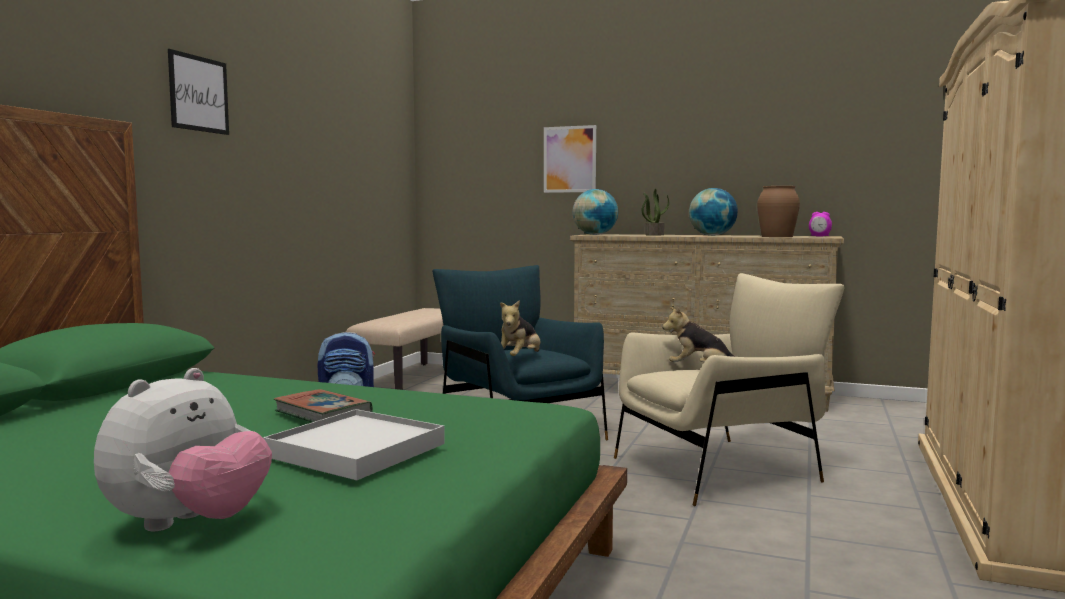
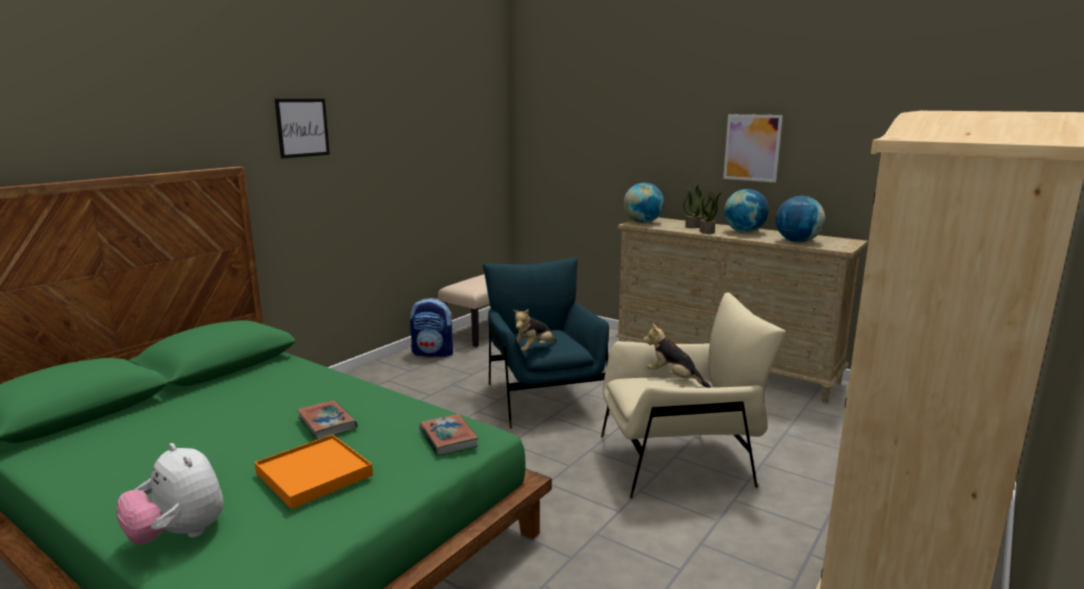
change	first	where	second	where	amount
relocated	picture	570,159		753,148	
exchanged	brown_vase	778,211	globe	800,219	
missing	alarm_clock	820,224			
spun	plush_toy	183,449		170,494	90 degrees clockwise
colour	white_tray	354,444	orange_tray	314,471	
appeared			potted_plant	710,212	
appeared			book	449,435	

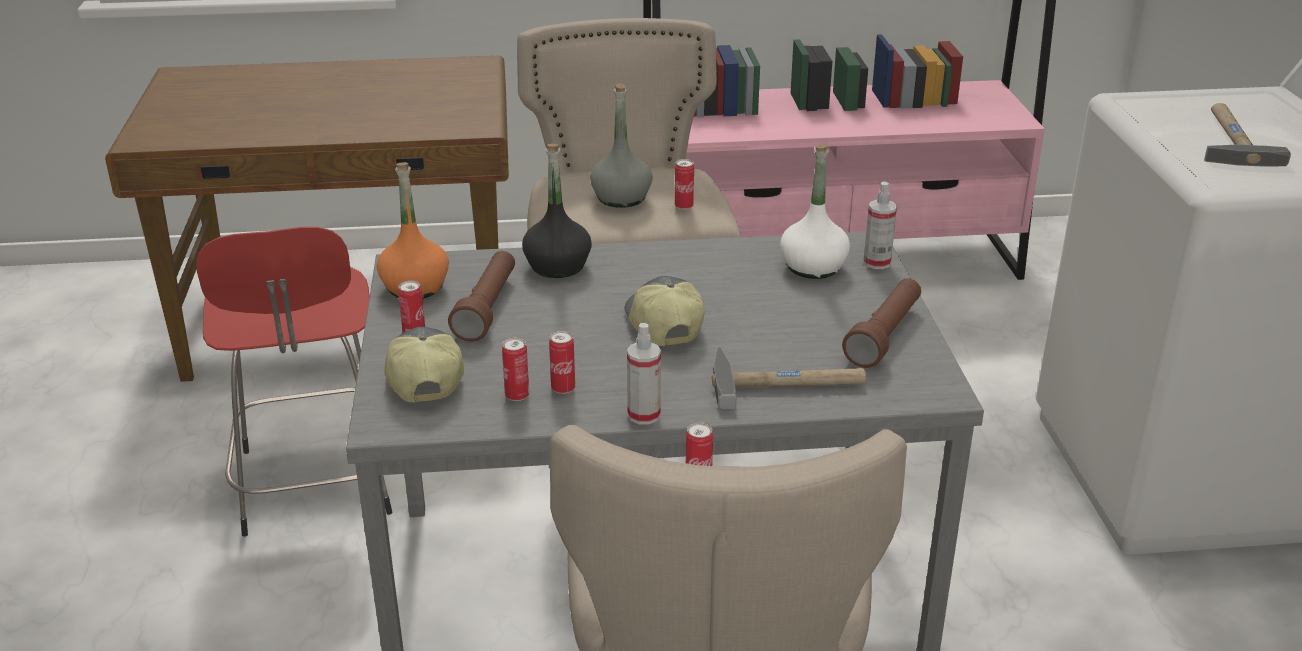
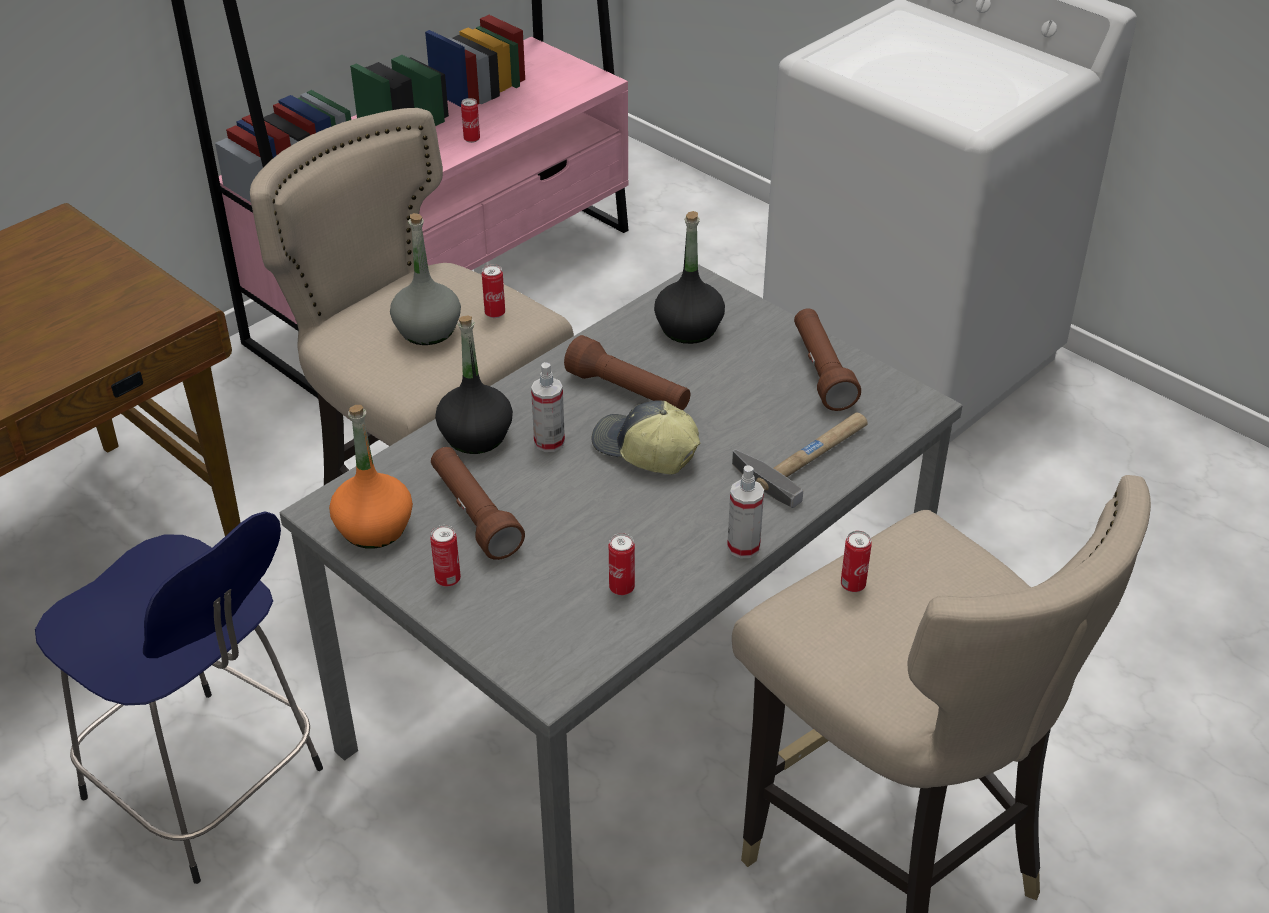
change	first	where	second	where	amount
missing	hammer	1247,135			
colour	white_bottle	815,211	black_bottle	689,277	
relocated	spray_bottle	880,225		548,407	
colour	red_stool	294,382	blue_stool	179,698	
missing	cap	424,365			
relocated	can	562,362		470,120	
appeared			brown_flashlight	627,372	

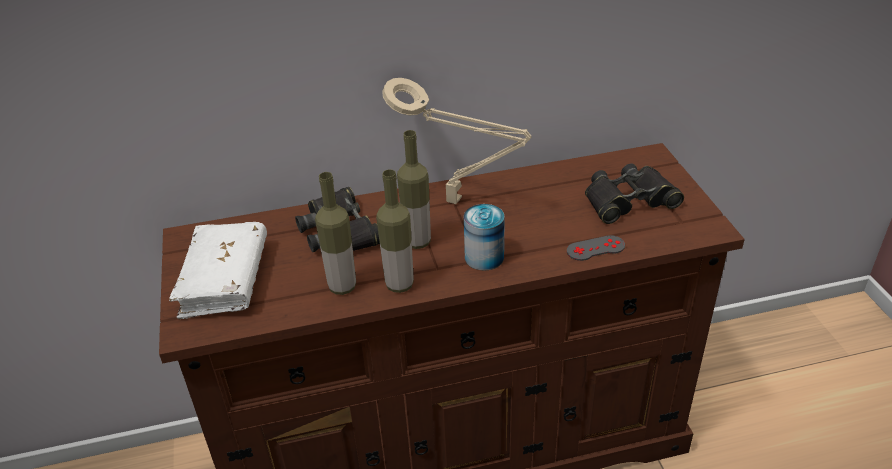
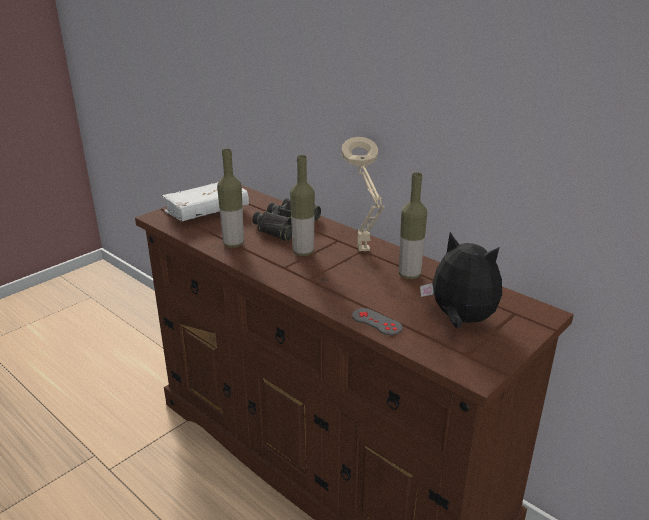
change	first	where	second	where	amount
exchanged	black_binoculars	634,194	plush_toy	461,280	
relocated	bottle	395,231		413,225	
missing	can	484,237			

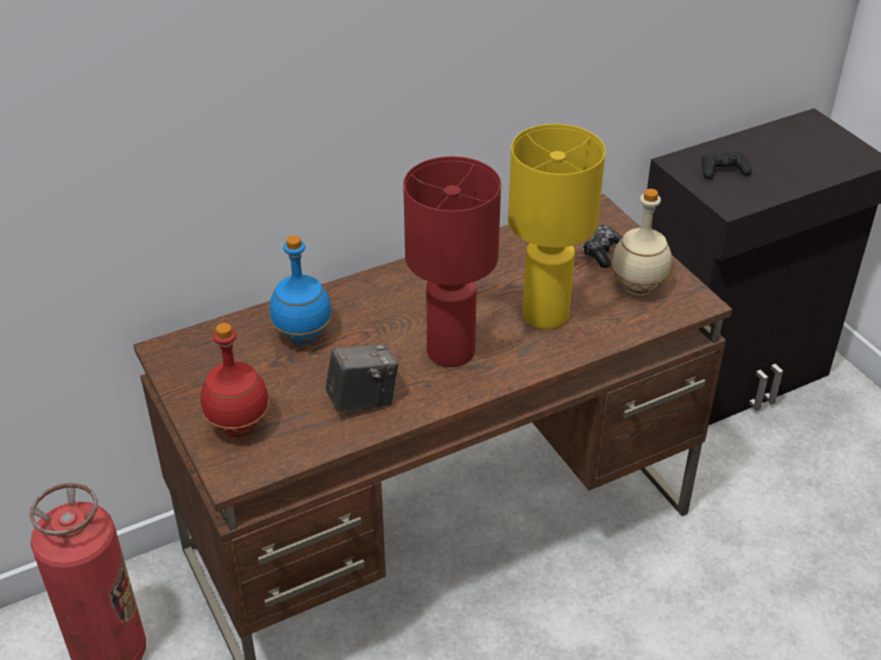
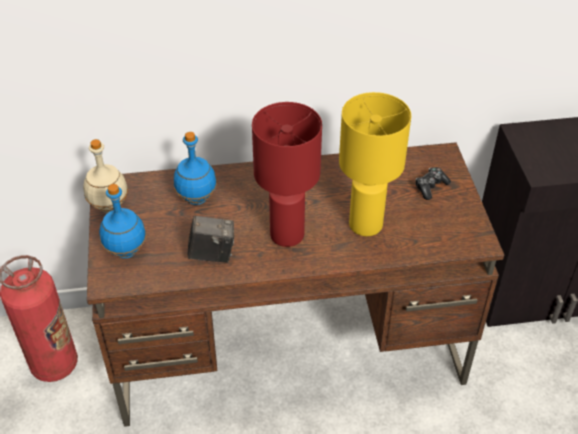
change	first	where	second	where	amount
missing	black_game_controller	727,165			
relocated	beige_bottle	641,242		105,176	
colour	red_bottle	235,380	blue_bottle	122,221	

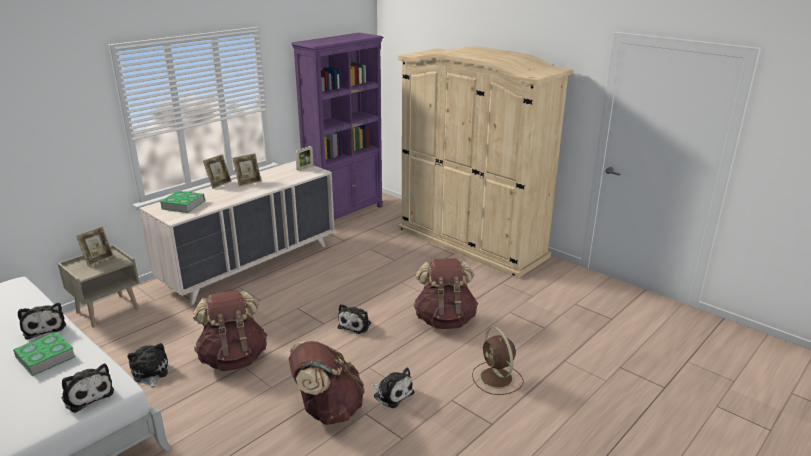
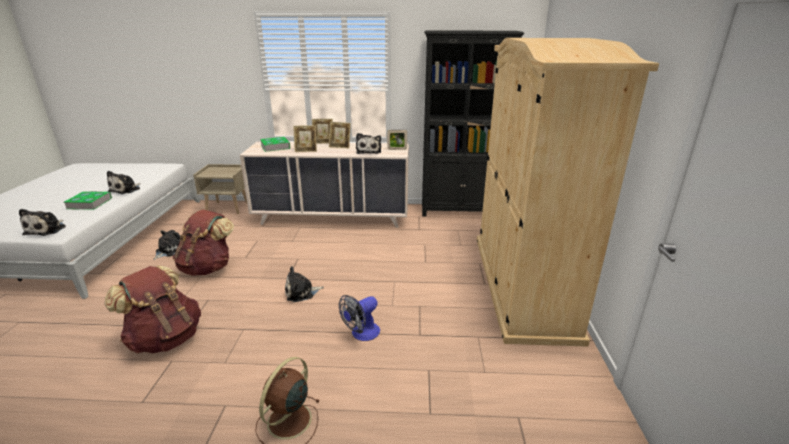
change	first	where	second	where	amount
colour	purple_bookcase	337,126	black_bookcase	473,124	
relocated	picture_frame	95,246		305,139	
exchanged	brown_backpack	446,293	fan	359,318	
relocated	plush_toy	392,388		368,143	

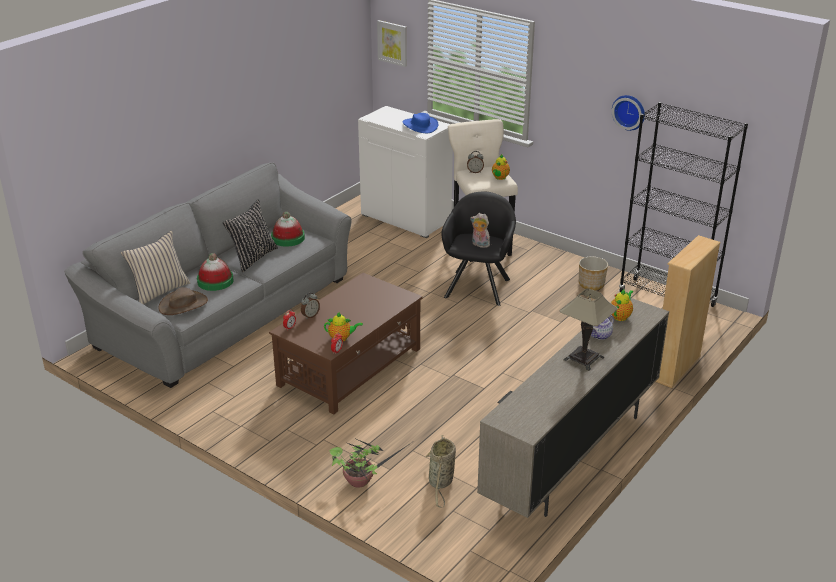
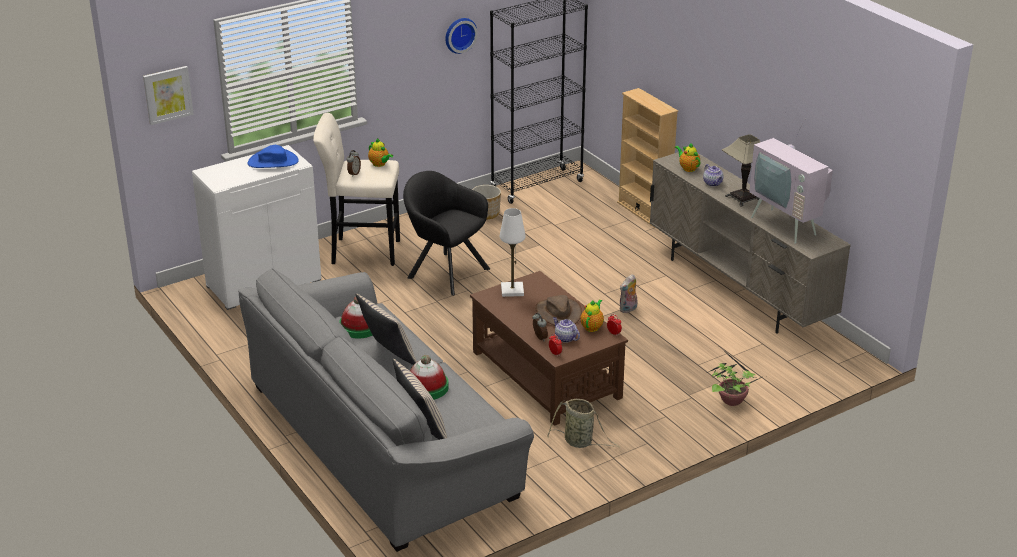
change	first	where	second	where	amount
colour	black_pillow	250,235	beige_pillow	386,329	
relocated	plush_toy	480,230		628,293	
relocated	brown_hat	183,301		558,310	
relocated	basket	440,471		583,423	
appeared			television	791,175	
appeared			white_table_lamp	513,252	
appeared			teapot	566,330	

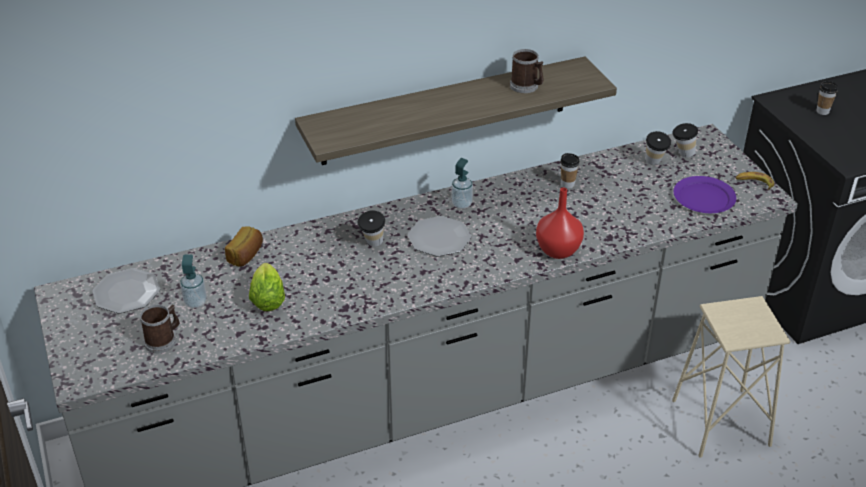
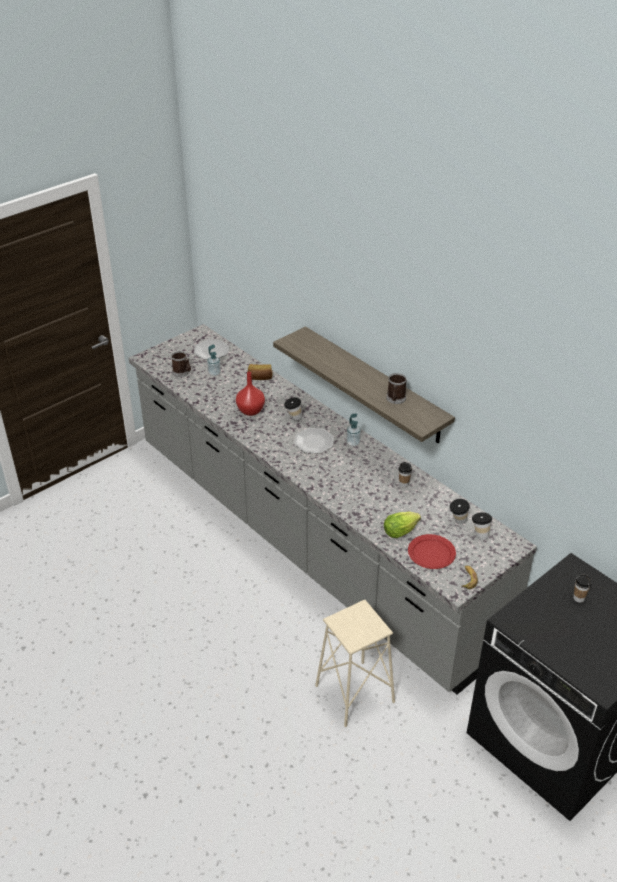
change	first	where	second	where	amount
colour	purple_plate	704,194	red_plate	432,551	
relocated	red_vase	560,223		250,394	
relocated	lettuce	267,287		402,525	

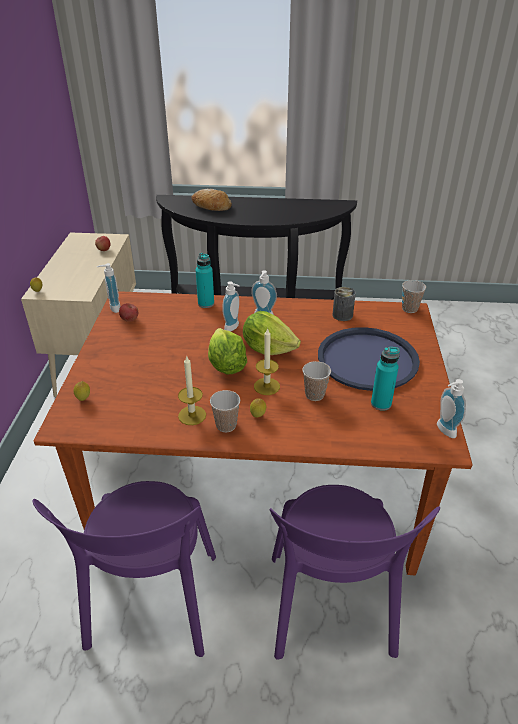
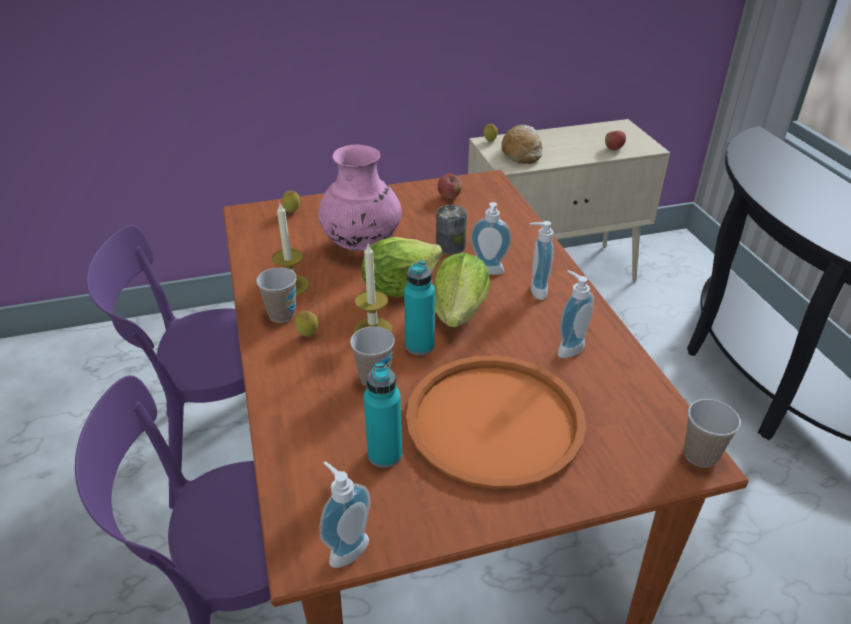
change	first	where	second	where	amount
relocated	bread	211,200		522,144	
relocated	turquoise_bottle	205,280		419,307	
relocated	soap_dispenser	109,288		576,314	
relocated	can	344,304		451,230	
colour	blue_tray	369,359	orange_tray	496,422	
appeared			pink_vase	360,197	

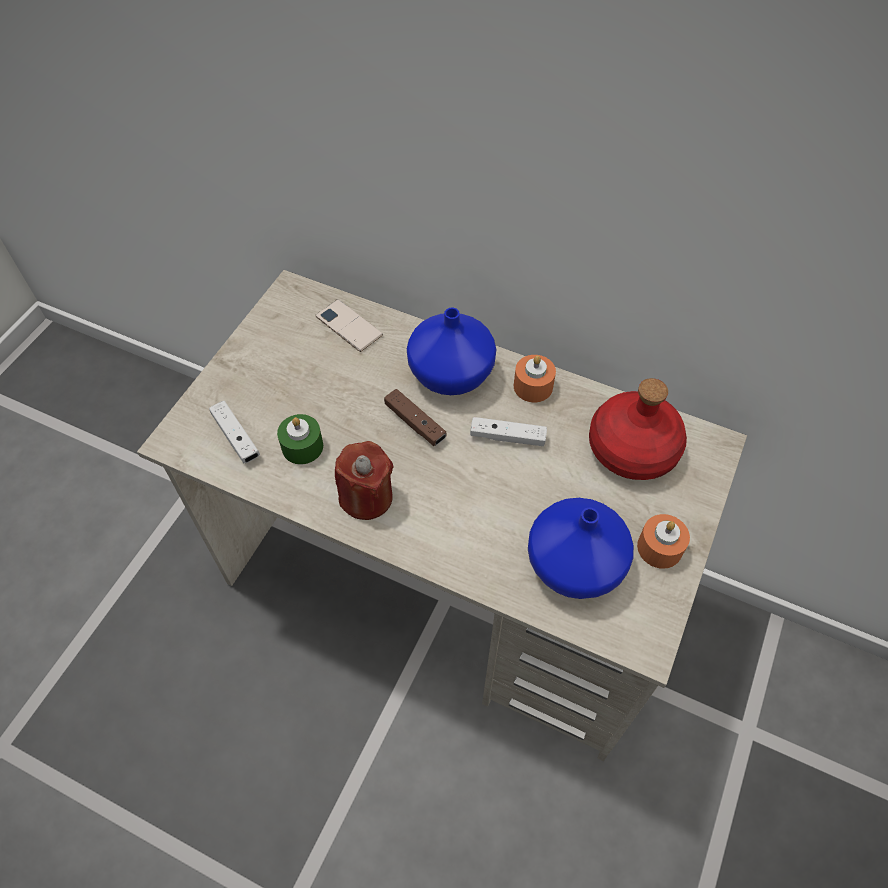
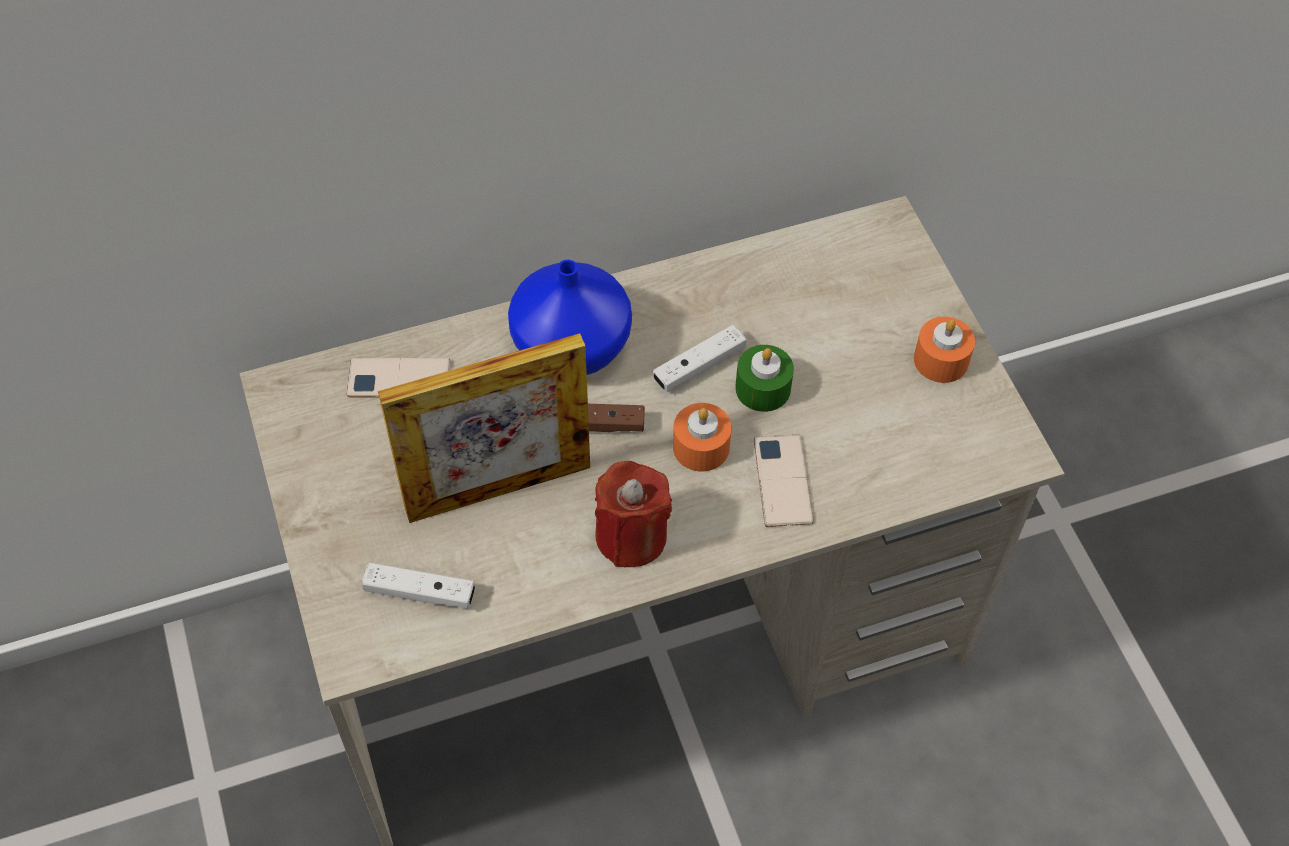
change	first	where	second	where	amount
relocated	orange_candle	535,378		702,437	
missing	red_bottle	638,429			
relocated	green_candle	300,439		764,378	
missing	blue_vase	581,548			
appeared			picture_frame	484,428	
appeared			phone	783,480	

